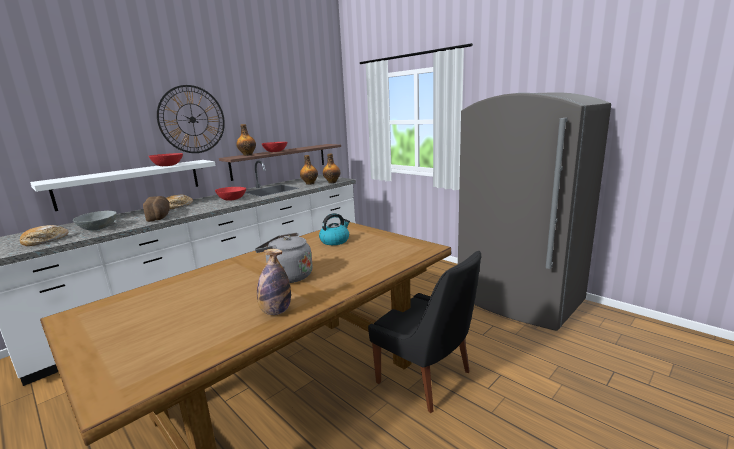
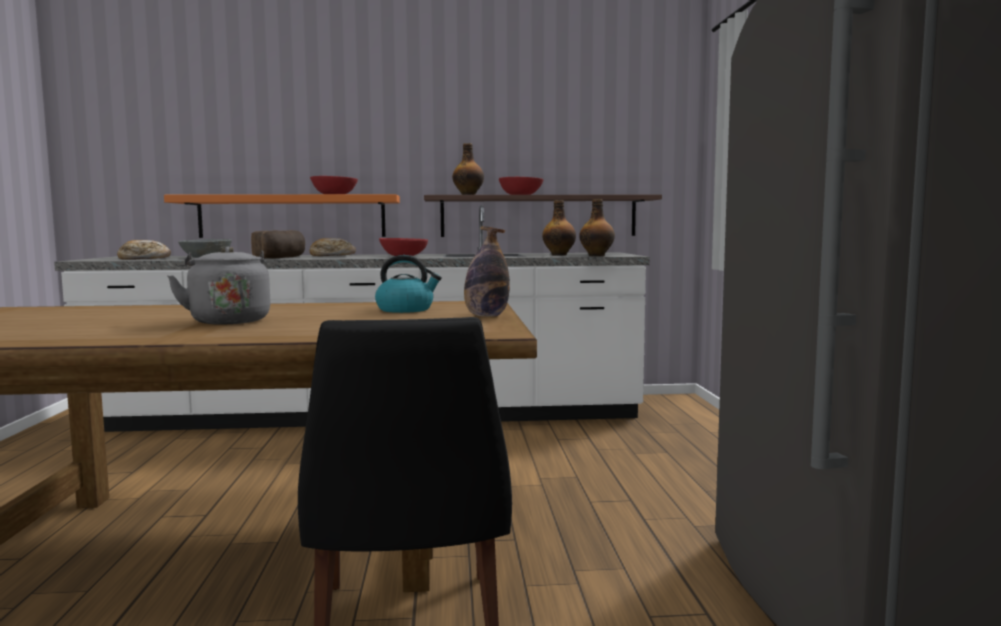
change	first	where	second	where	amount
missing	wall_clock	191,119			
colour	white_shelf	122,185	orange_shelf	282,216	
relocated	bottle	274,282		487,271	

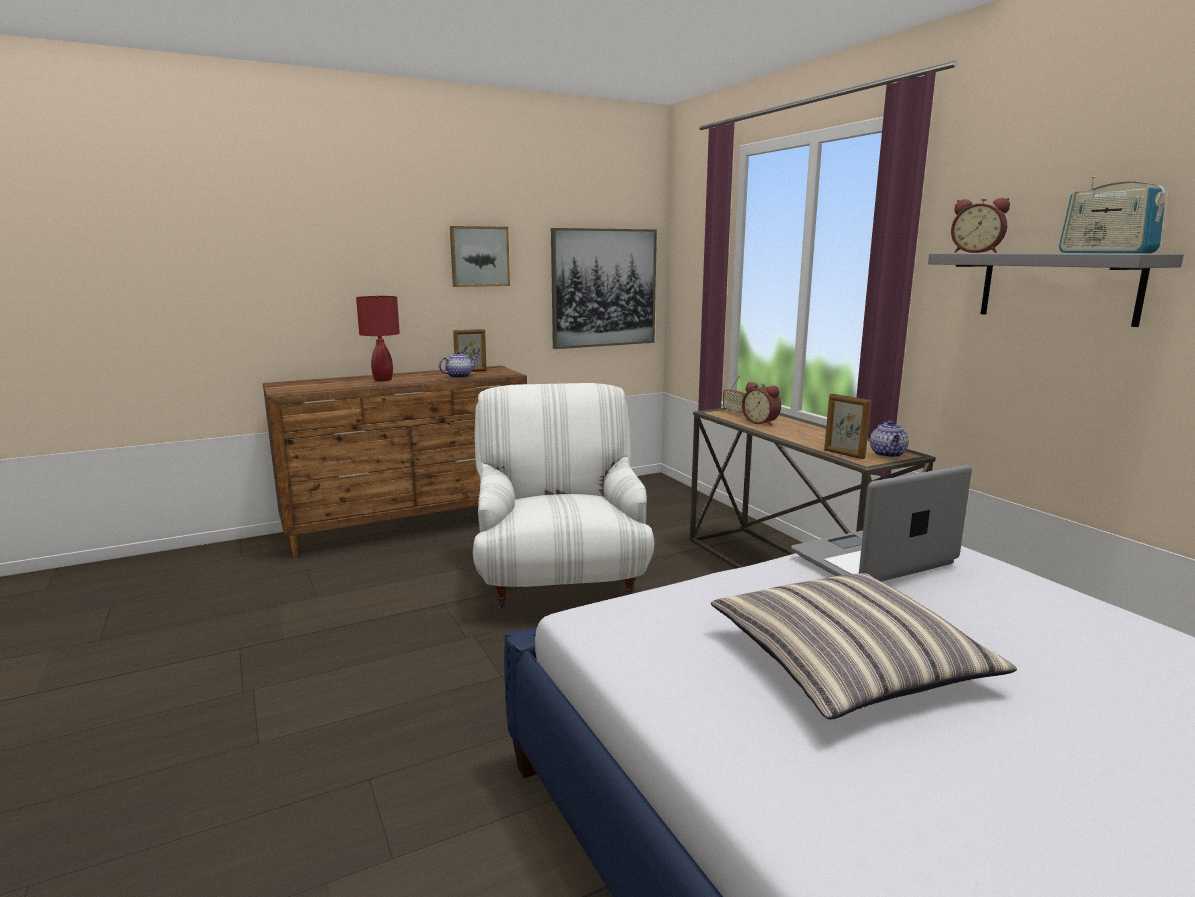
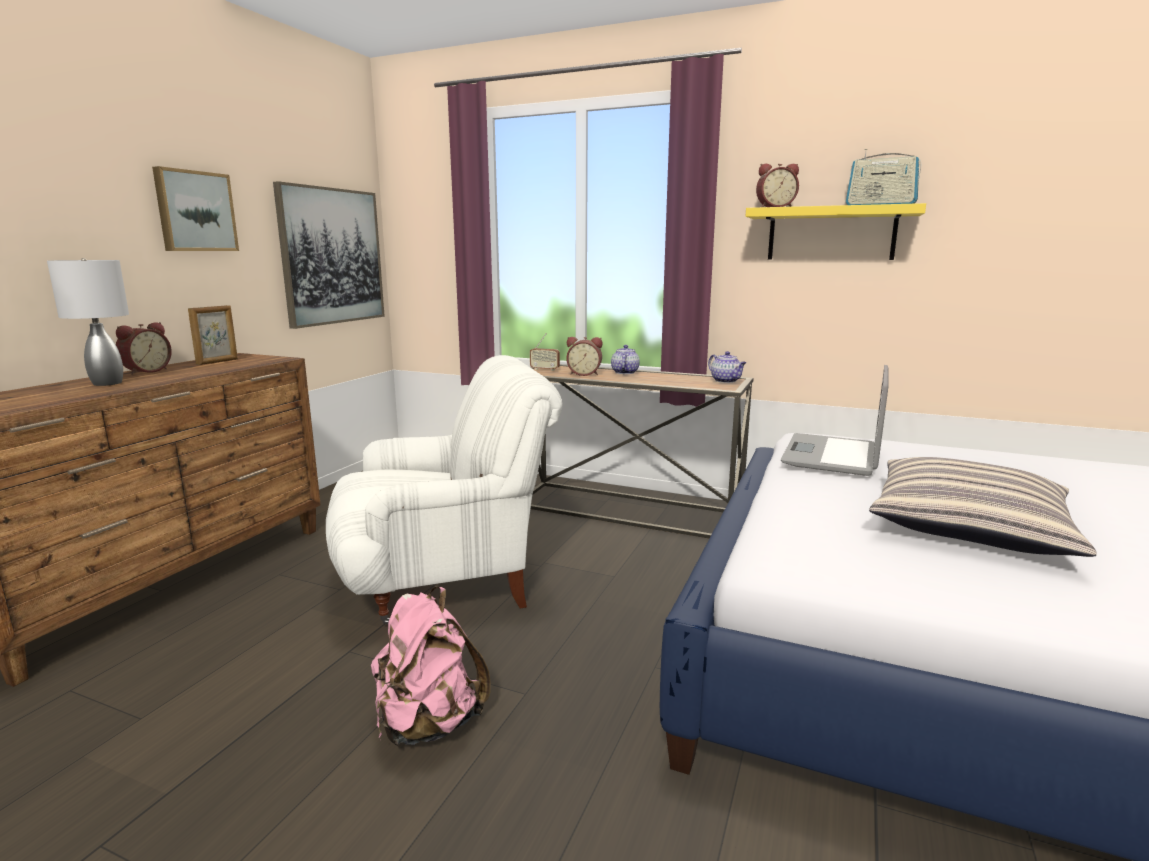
change	first	where	second	where	amount
colour	grey_shelf	1056,290	yellow_shelf	836,231	
colour	red_table_lamp	378,338	grey_table_lamp	88,322	
relocated	teapot	458,364		625,359	
spun	white_armchair	564,495		444,489	120 degrees clockwise
missing	picture_frame	847,426			
appeared			alarm_clock	144,348	
appeared			pink_backpack	431,667	

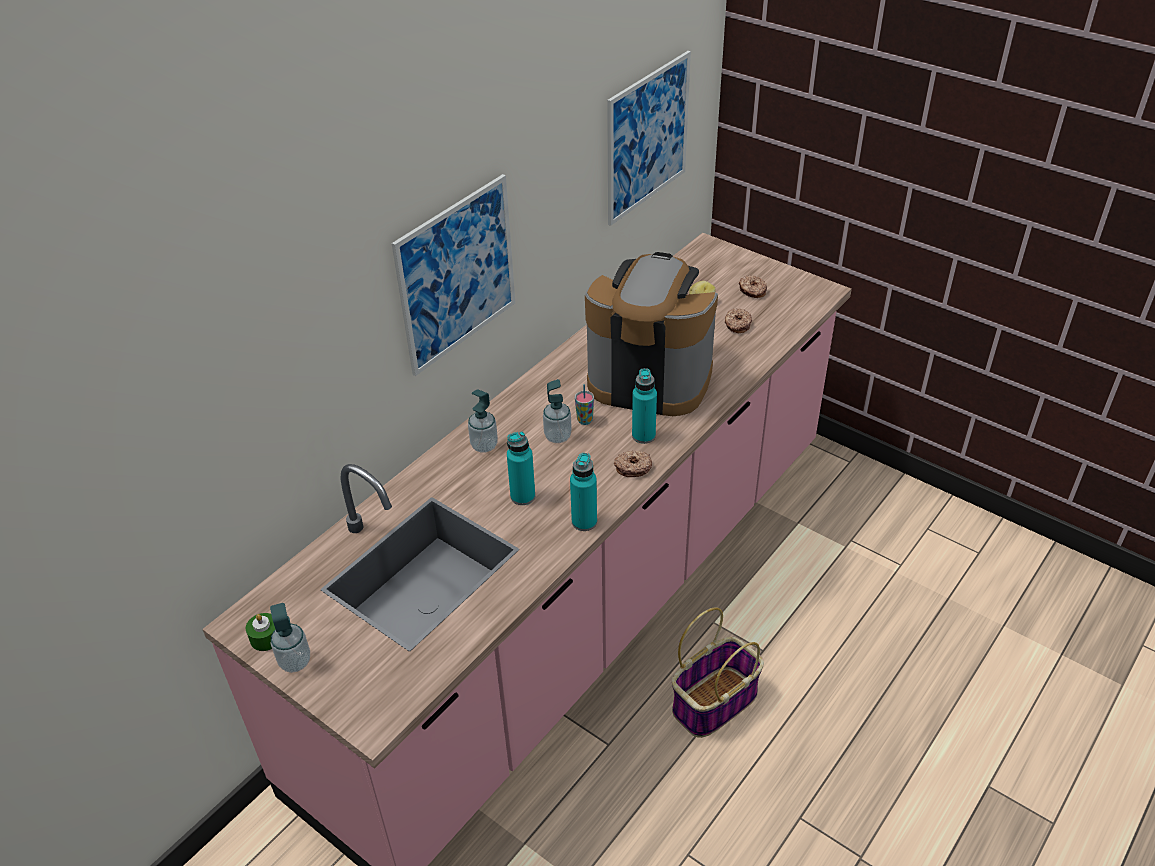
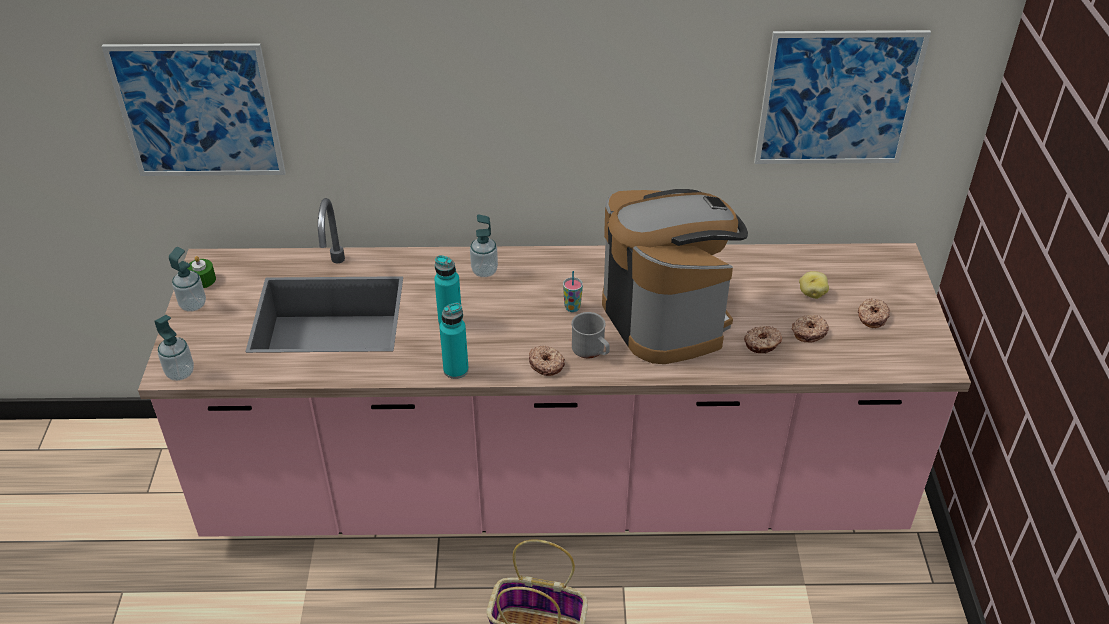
change	first	where	second	where	amount
relocated	picture	453,275		193,109	
exchanged	turquoise_bottle	644,406	grey_mug	590,335	
relocated	soap_dispenser	557,411		174,348	
appeared			donut	763,339	

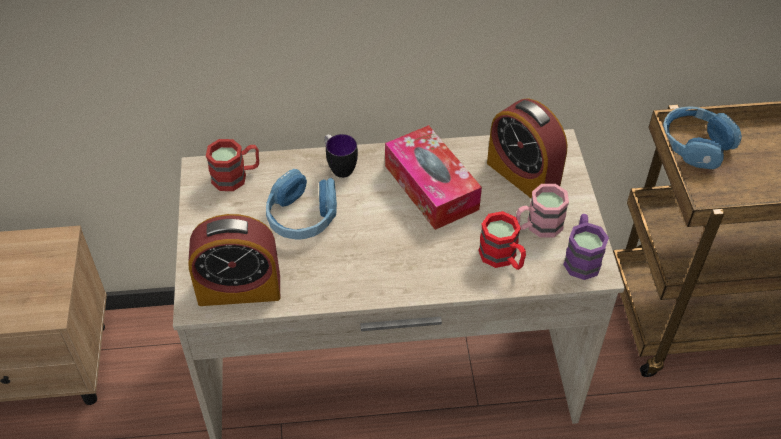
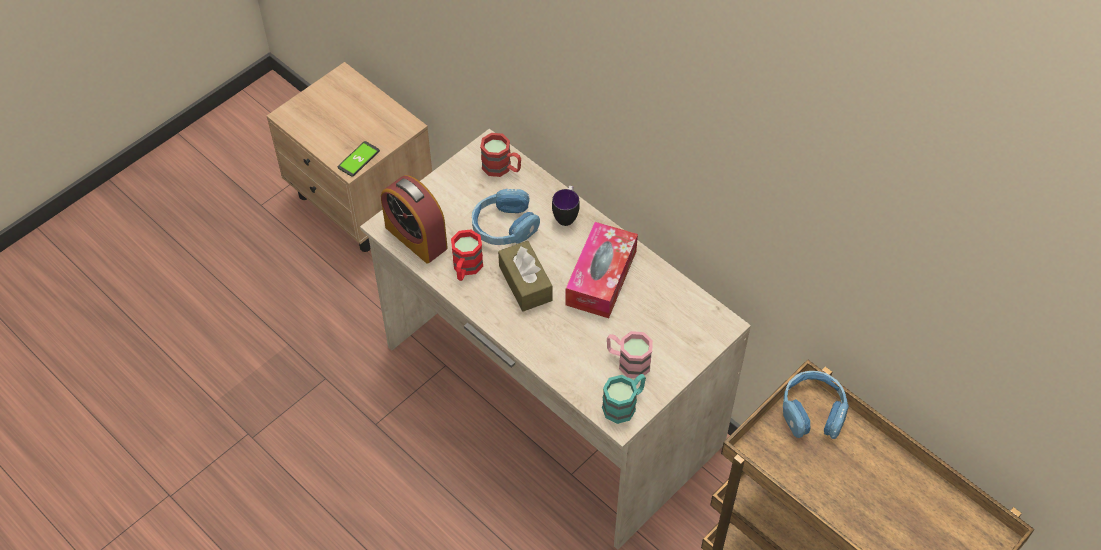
change	first	where	second	where	amount
missing	alarm_clock	527,149			
relocated	red_mug	502,240		467,255	
colour	purple_mug	586,247	turquoise_mug	624,399	
appeared			phone	359,159	
appeared			brown_tissue_box	525,276	

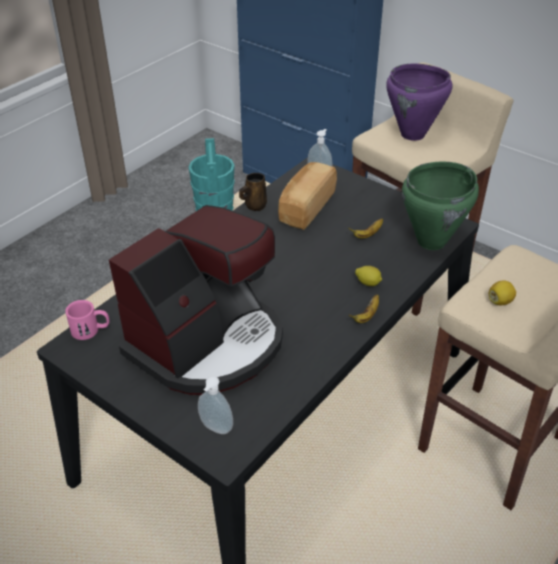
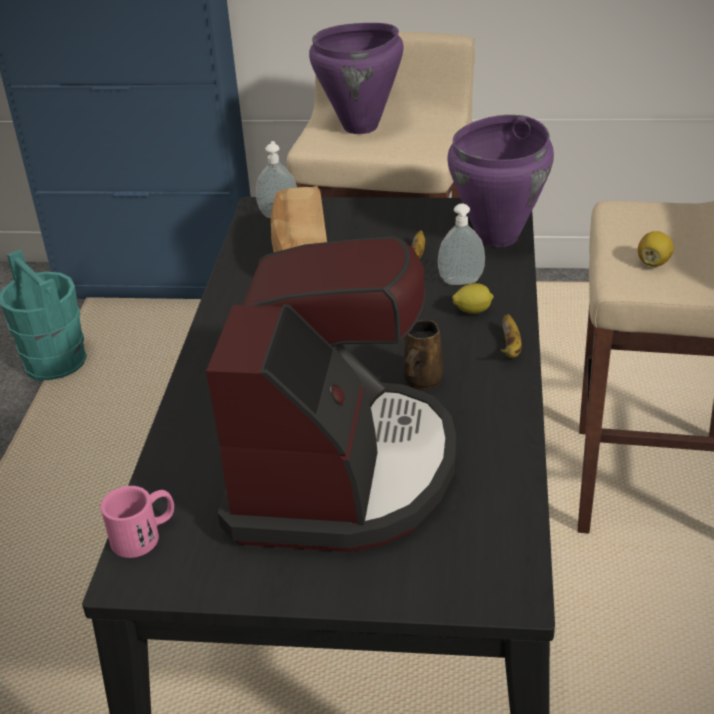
change	first	where	second	where	amount
colour	green_cooking_pot	440,206	purple_cooking_pot	500,181	
relocated	brown_mug	253,192		423,355	
relocated	soap_dispenser	215,405		461,244	

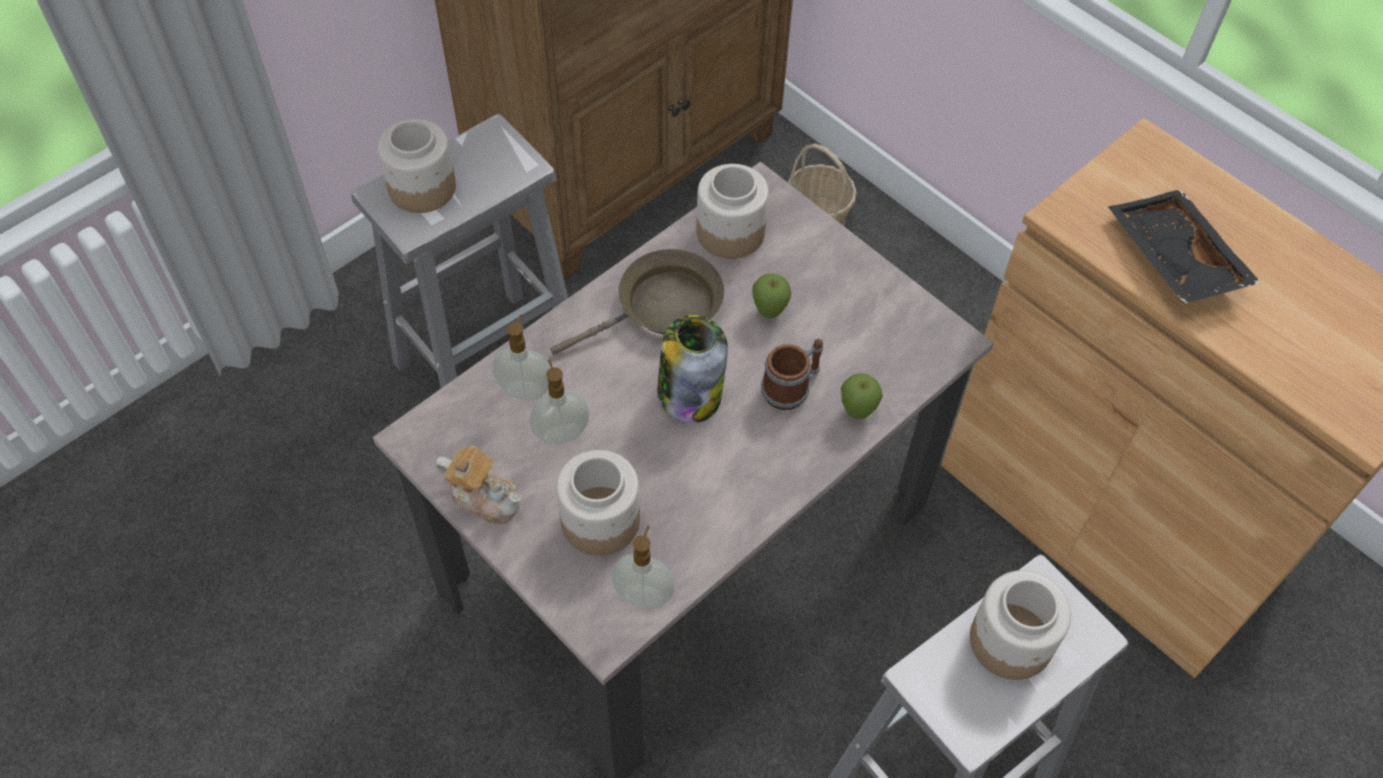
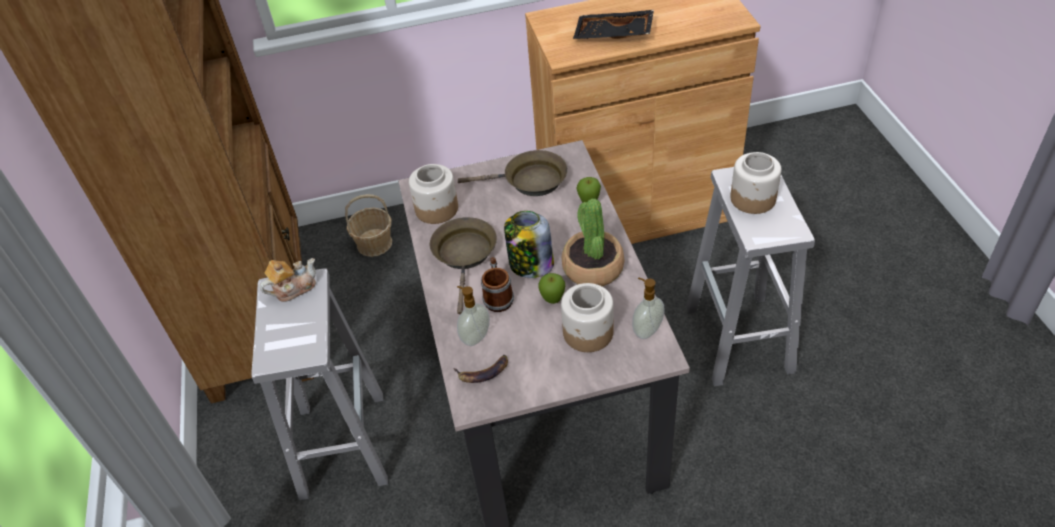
change	first	where	second	where	amount
missing	jar	417,166			
relocated	apple	771,295		551,288	
relocated	mug	792,374		497,284	
missing	soap_dispenser	560,402			
relocated	teapot	478,485		288,280	
appeared			brown_frying_pan	513,173	
appeared			potted_plant	593,242	
appeared			banana	481,369	

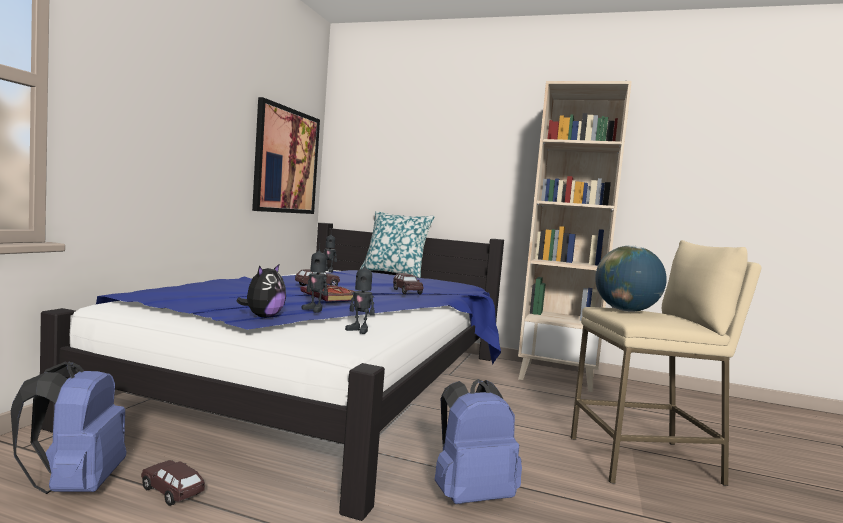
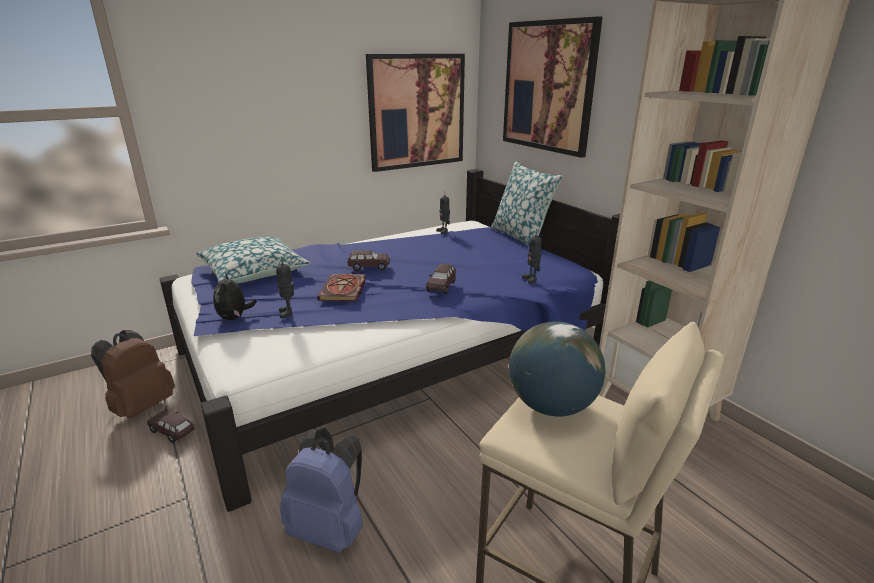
change	first	where	second	where	amount
relocated	toy_robot	360,296		532,256	
spun	plush_toy	261,290		235,296	105 degrees clockwise
colour	blue_backpack	68,428	brown_backpack	133,374	
spun	brown_toy_car	173,483		171,426	45 degrees counterclockwise
appeared			picture	552,87	
appeared			pillow	253,259	

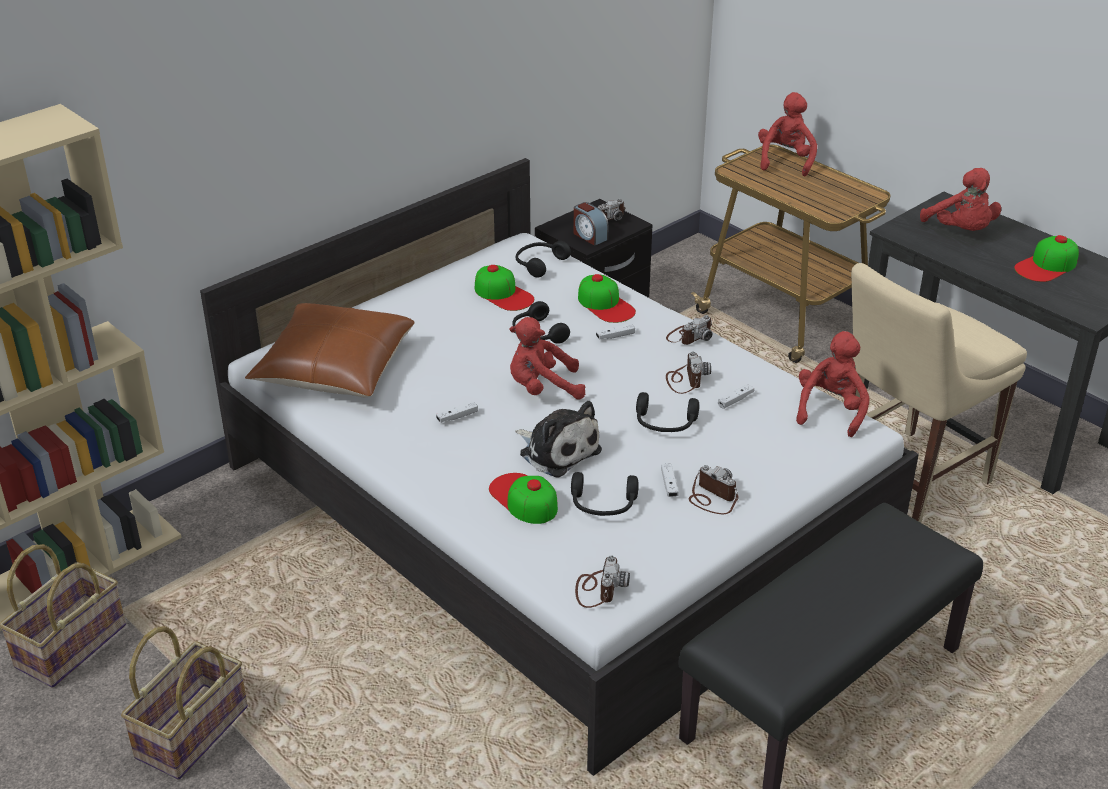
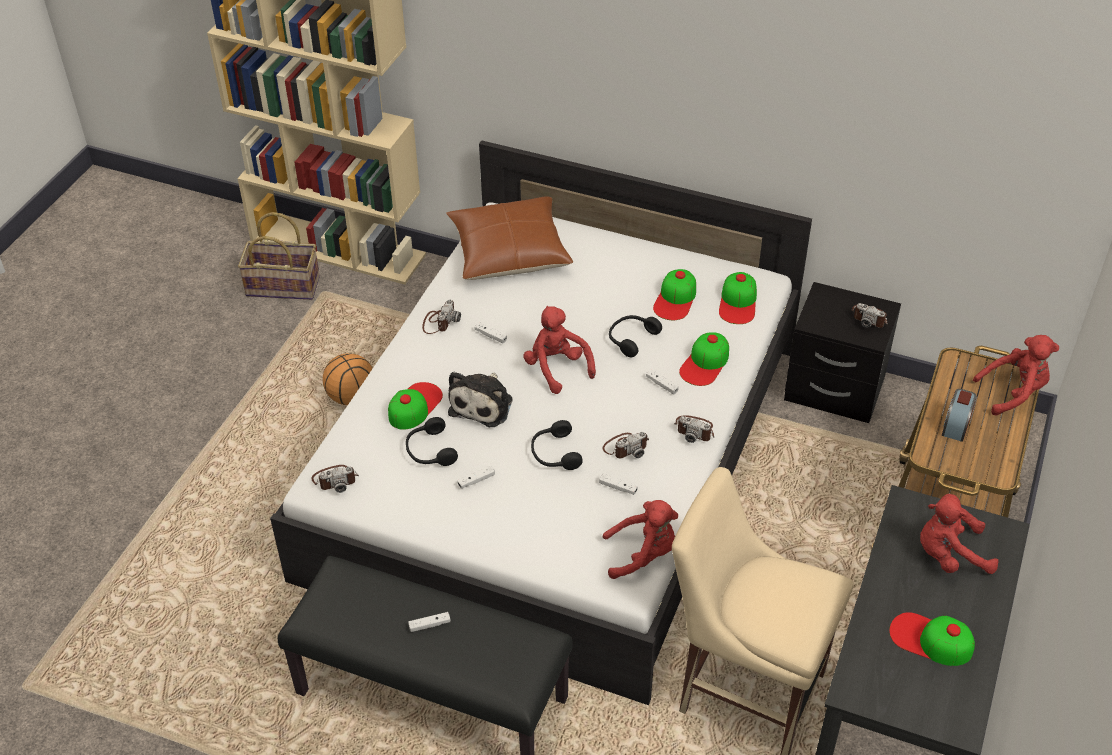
change	first	where	second	where	amount
spun	red_plush_toy	960,199		959,534	45 degrees clockwise
relocated	alarm_clock	591,224		959,415	
exchanged	black_headphones	543,259	cap	738,298	
relocated	photo_camera	714,489		441,317	
missing	basket	184,702			
appeared			basketball	348,379	
appeared			white_game_controller	429,622	

